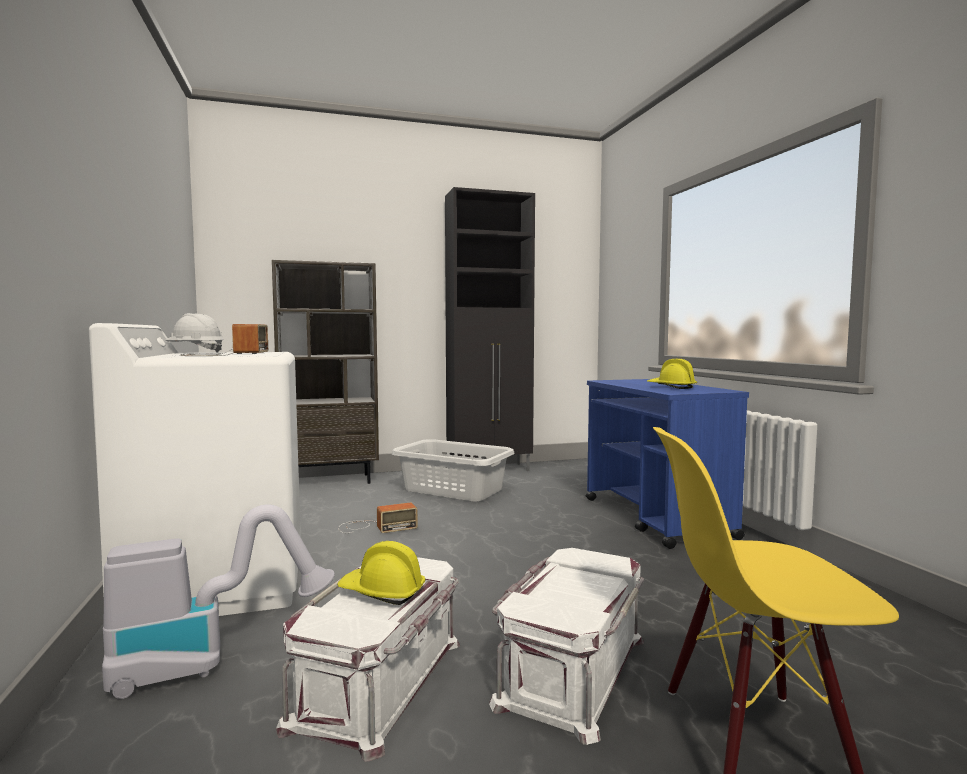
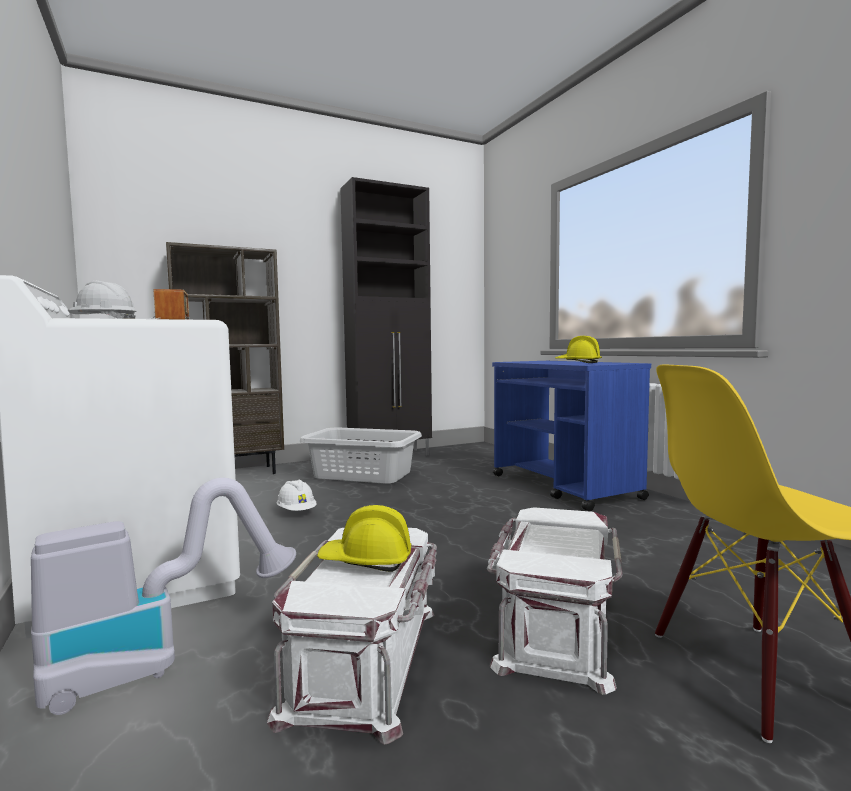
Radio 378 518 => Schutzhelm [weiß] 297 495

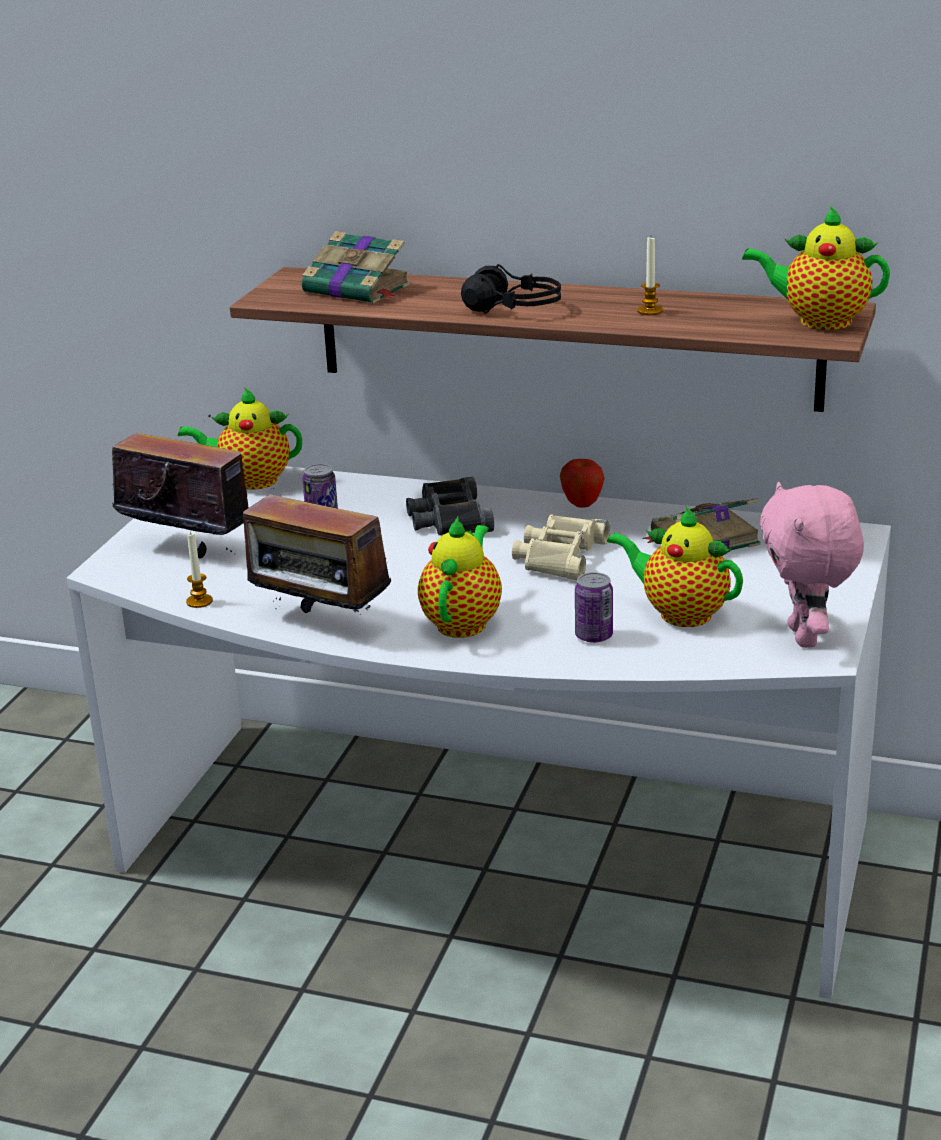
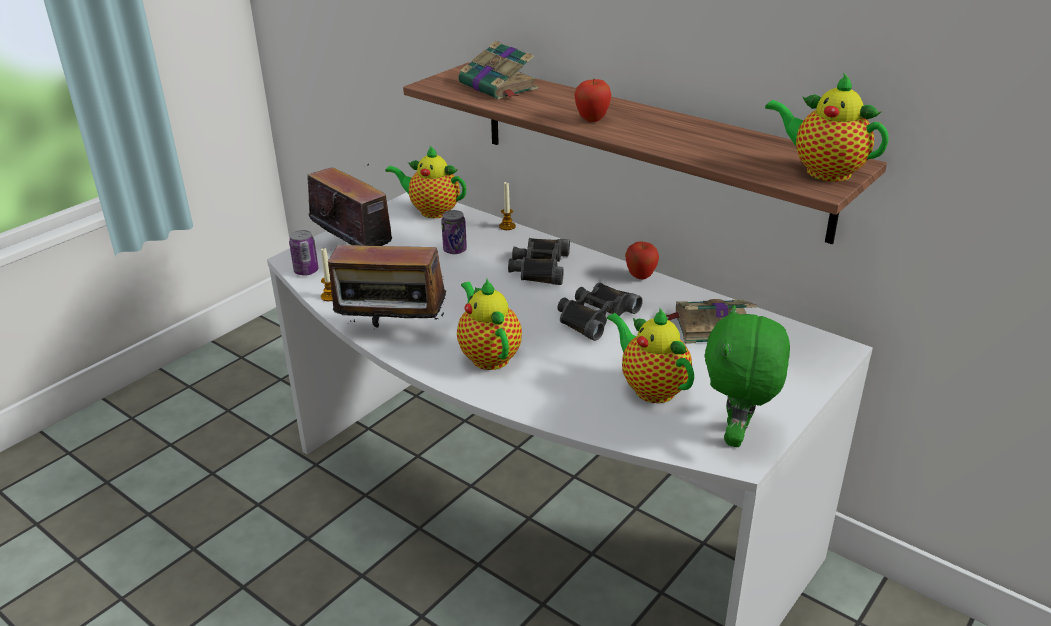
Radio 317 543 => Radio 387 282, 45 degrees counterclockwise
Teekanne 460 577 => Teekanne 489 324, 60 degrees counterclockwise
Kopfhörer [schwarz] 511 289 => Apfel 592 100
Fernglas [beige] 561 547 => Fernglas [schwarz] 600 311
Dose 594 607 => Dose 304 253, shifted
Kerze 650 276 => Kerze 507 206, shifted
Plüschtier [rosa] 812 565 => Plüschtier [grün] 747 376

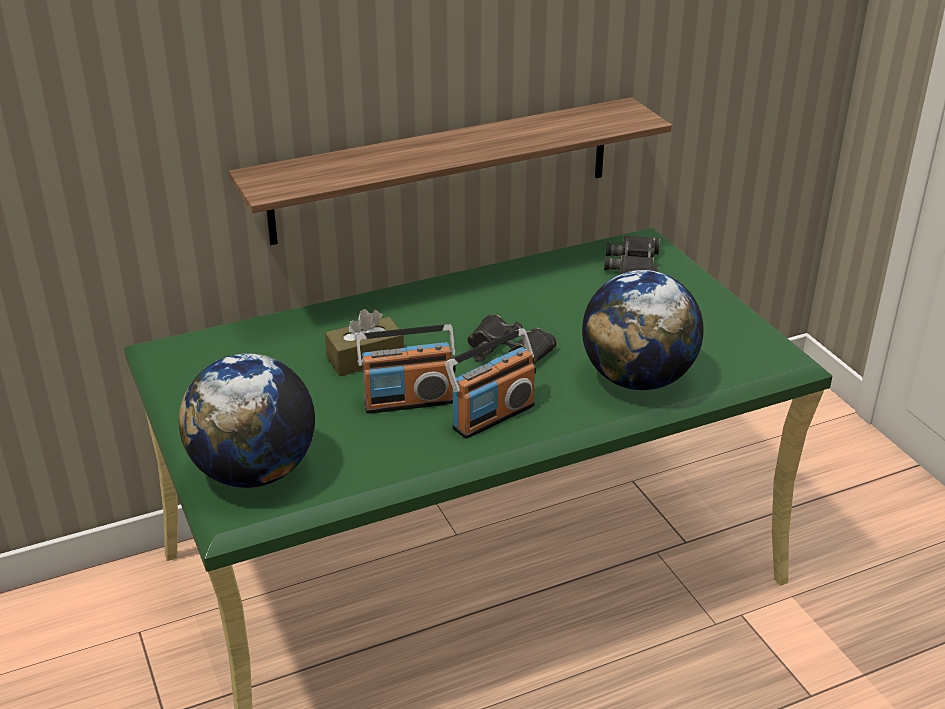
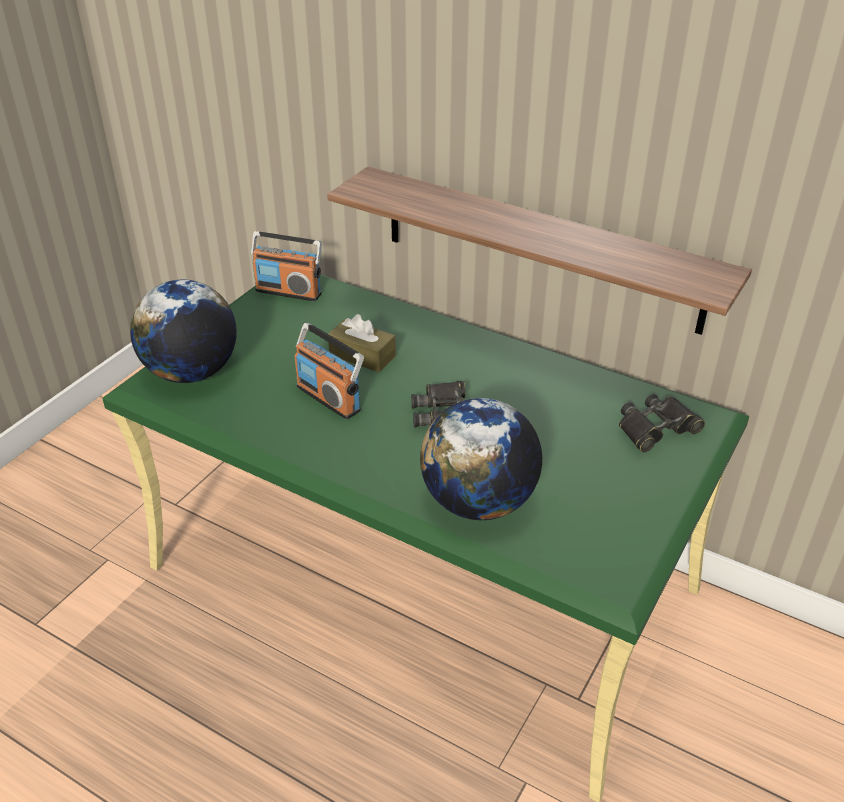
Radio 490 383 => Radio 286 266, shifted

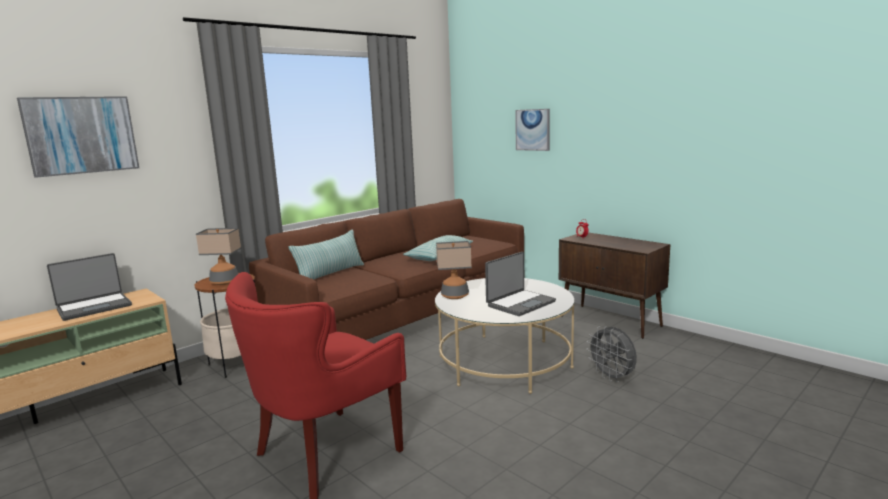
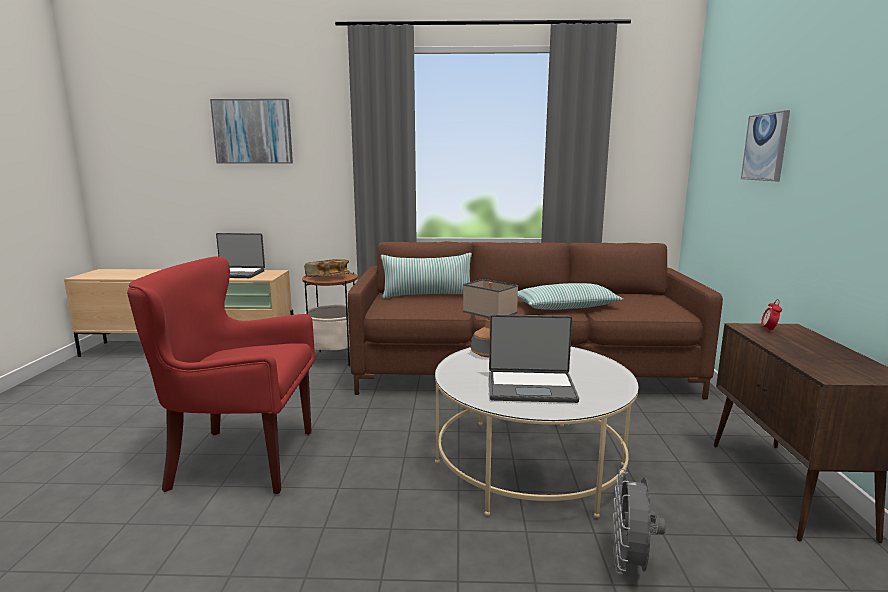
Tischlampe 218 256 => Buch 327 268

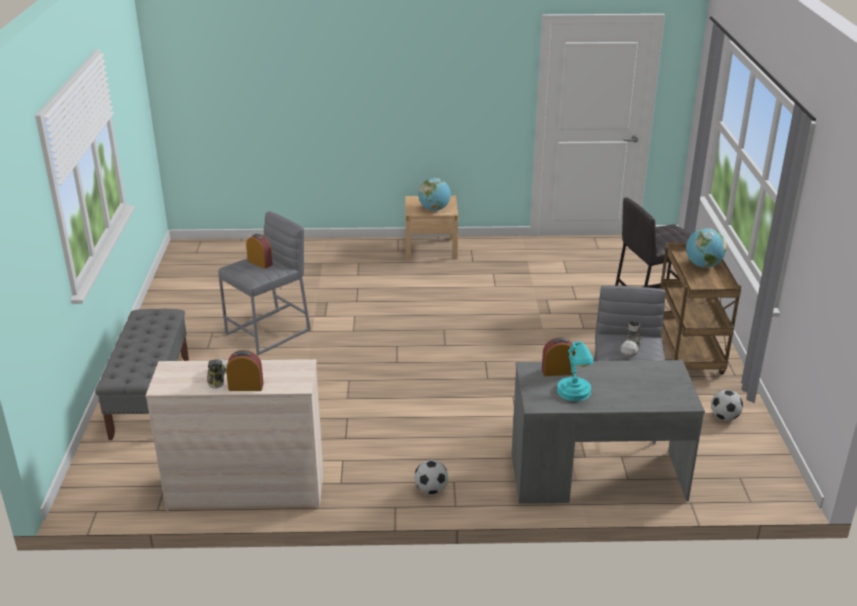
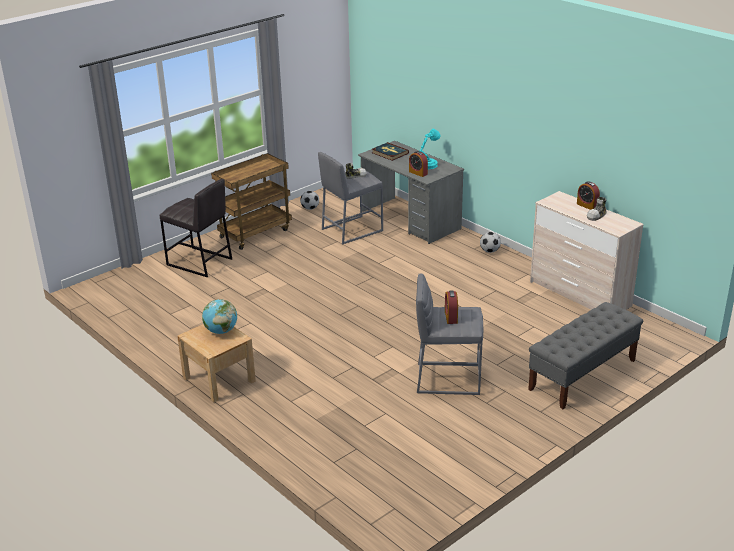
Globus 706 248 => nothing
nothing => Buch 390 151

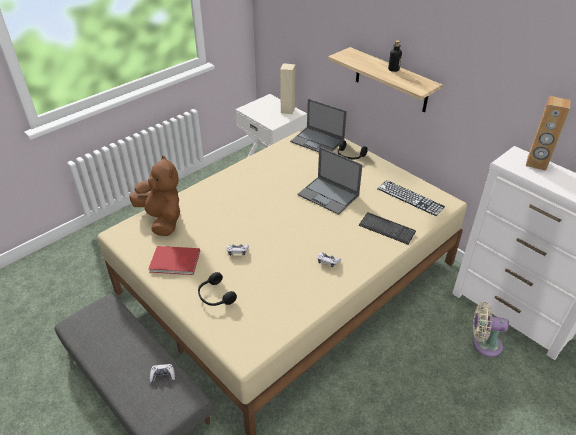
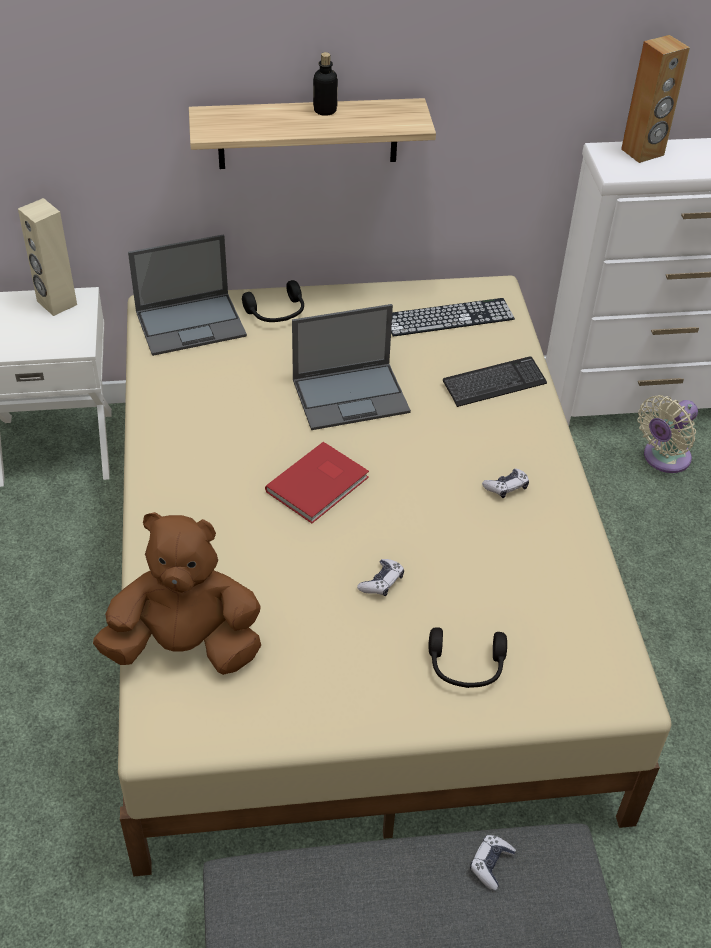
Buch [rot] 174 260 => Buch [rot] 317 482, shifted

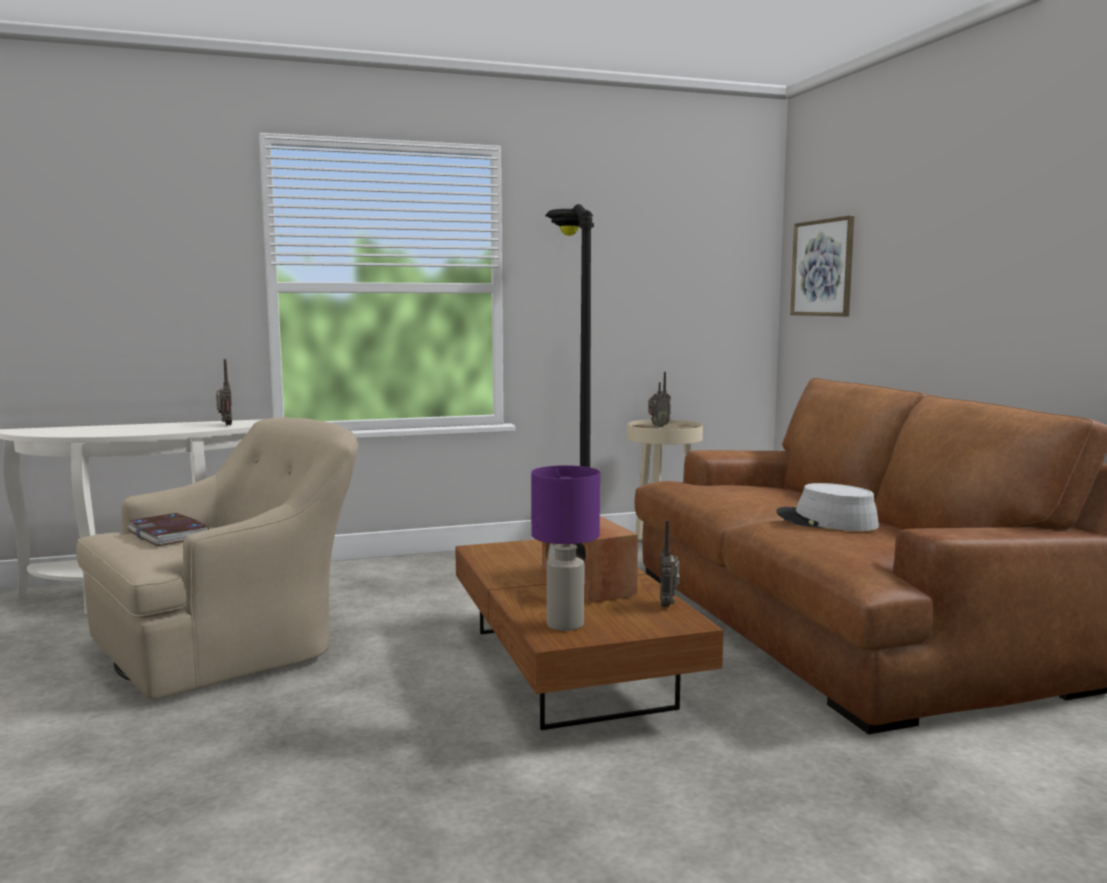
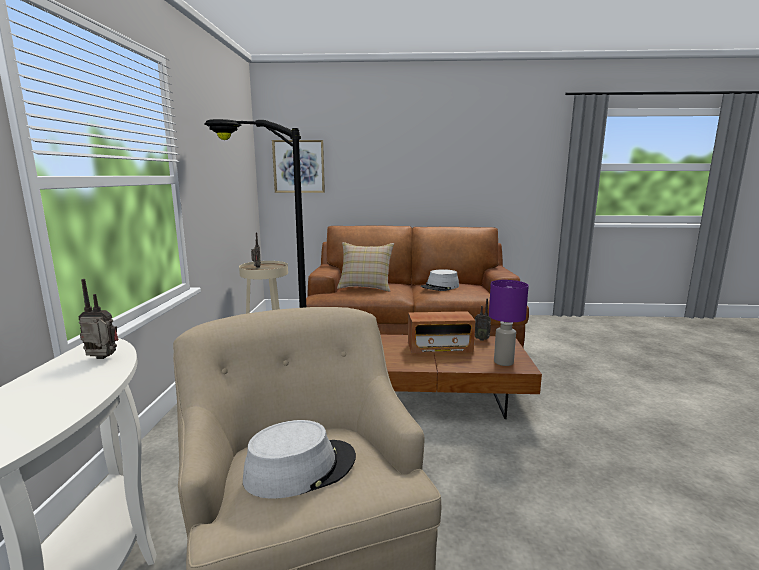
Buch 168 529 => Hut [grau] 299 459
nothing => Kissen [beige] 365 267

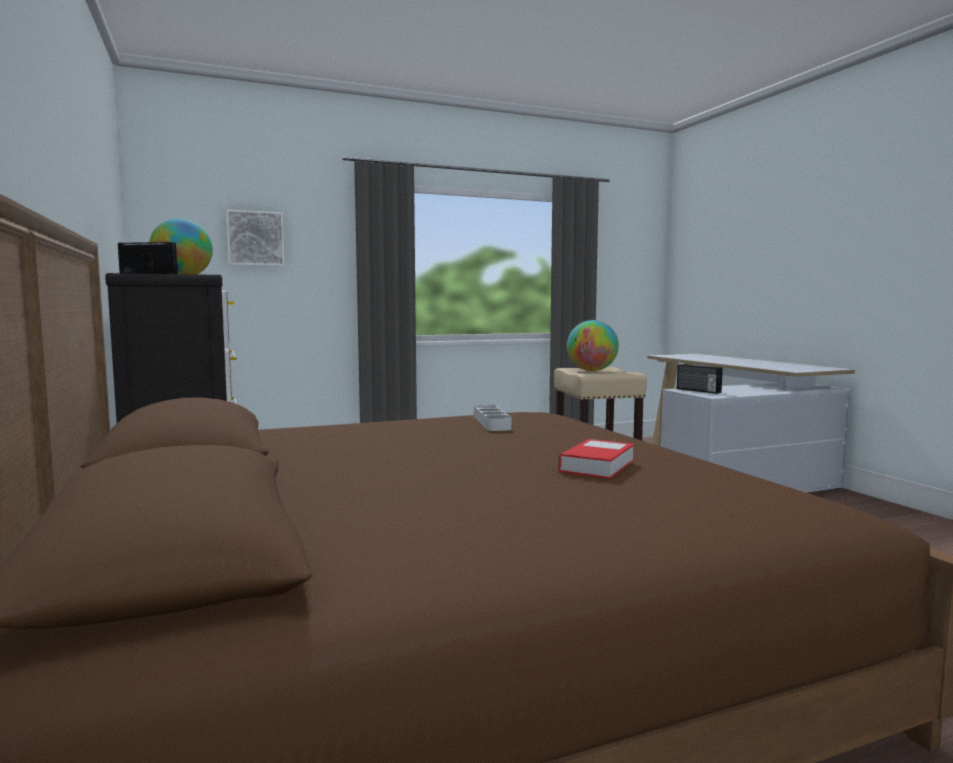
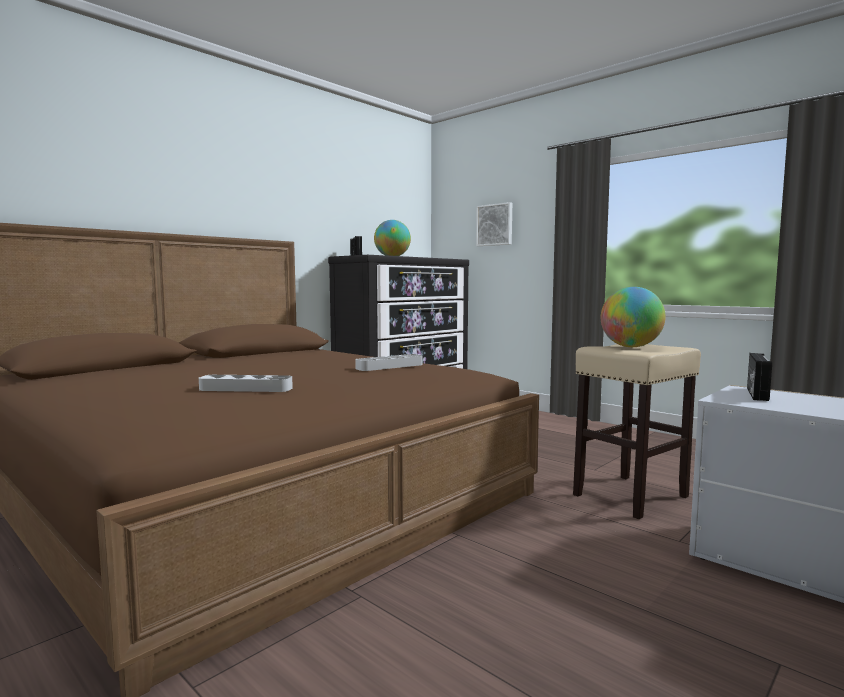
Buch 597 459 => Tablett [grau] 246 383

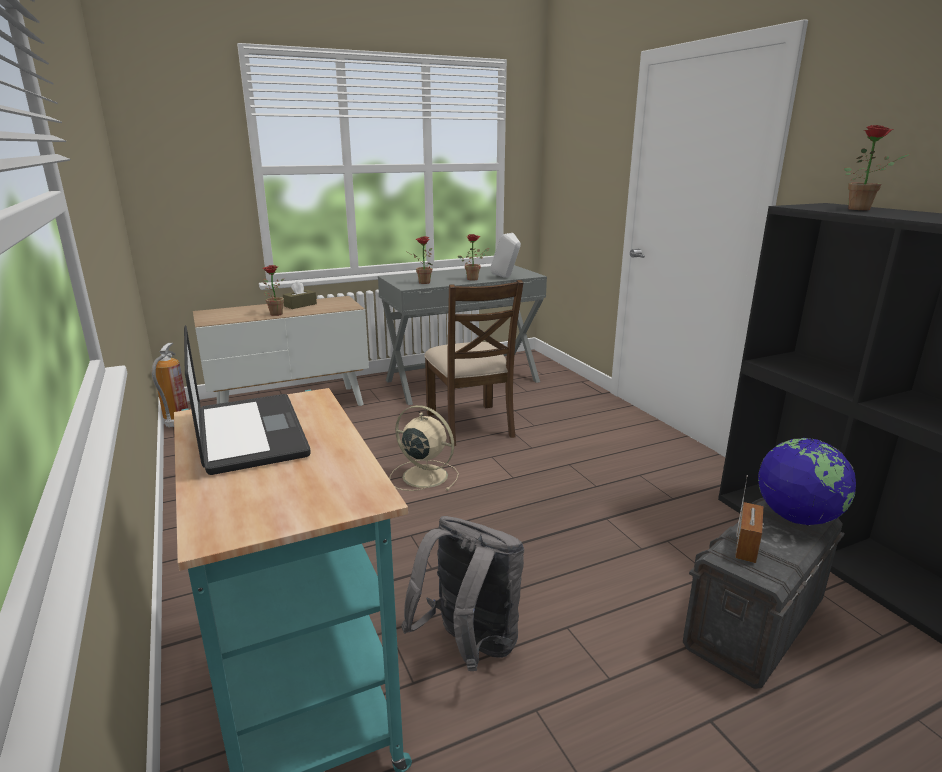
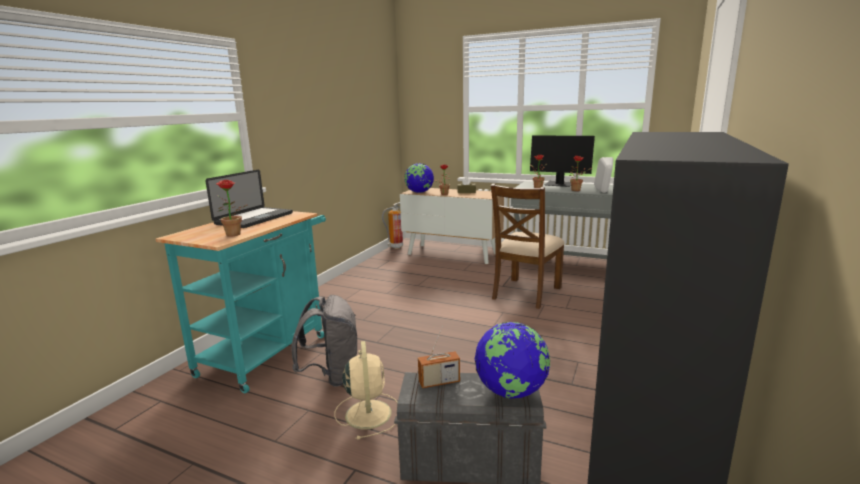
Ventilator [beige] 424 448 => Ventilator [beige] 366 390, shifted
Topfpflanze 877 167 => Topfpflanze 231 208, shifted
nothing => Globus 419 178
nothing => Monitor 562 161

